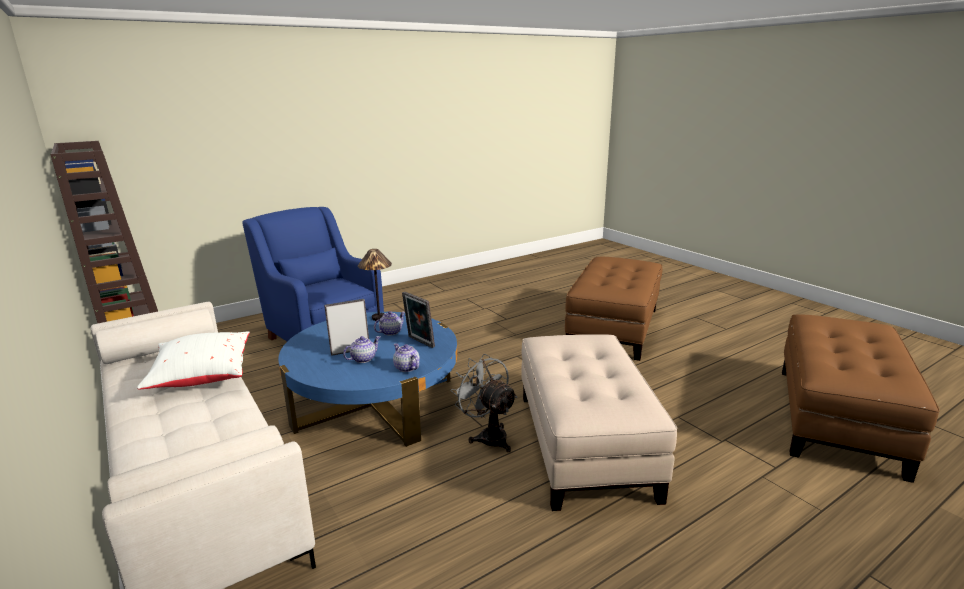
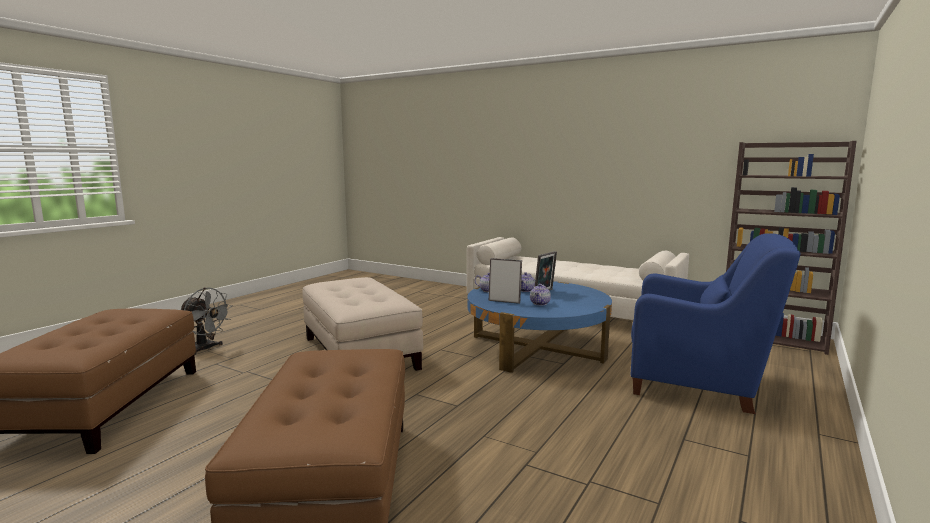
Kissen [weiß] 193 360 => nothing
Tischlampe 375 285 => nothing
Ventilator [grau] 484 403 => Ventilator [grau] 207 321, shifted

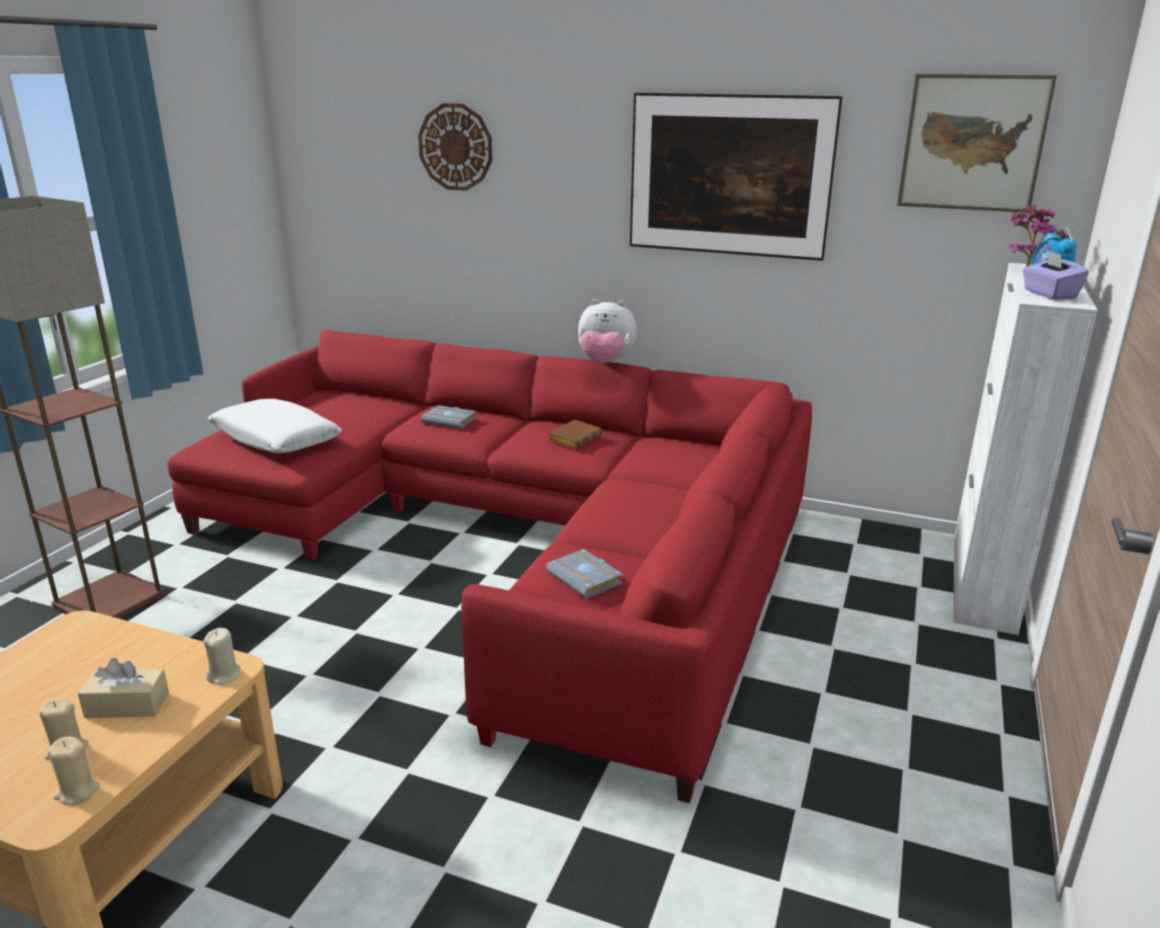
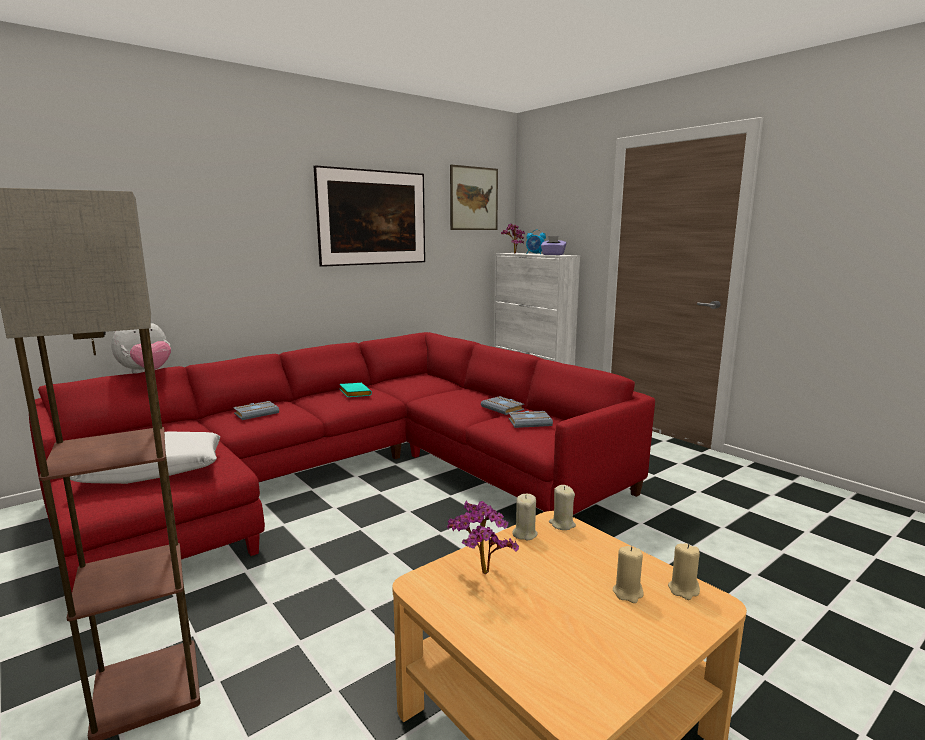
Taschentuchbox [beige] 123 688 => nothing
Wanduhr 455 147 => nothing
Buch [braun] 575 434 => Buch [türkis] 356 390
Plüschtier 607 331 => Plüschtier 141 346, shifted
nothing => Topfpflanze 483 537
nothing => Buch [grau] 502 405
nothing => Kerze [beige] 525 517

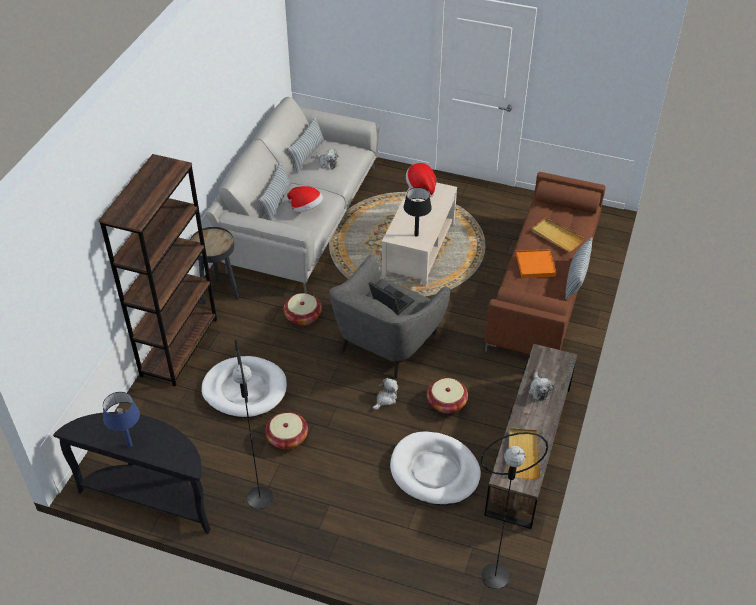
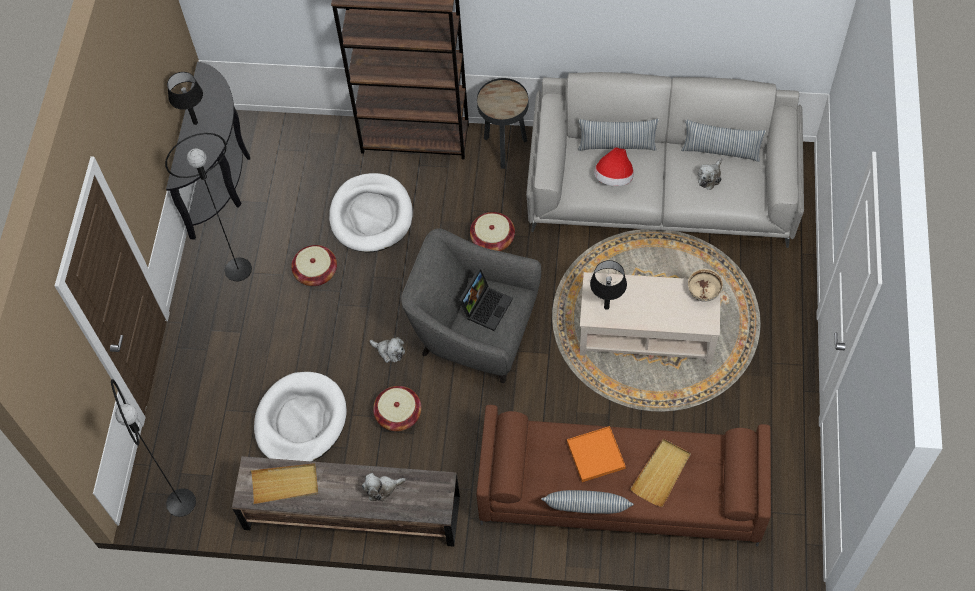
Tischlampe [blau] 121 419 => Tischlampe [schwarz] 185 98
Hut 421 180 => Schüssel [beige] 705 285

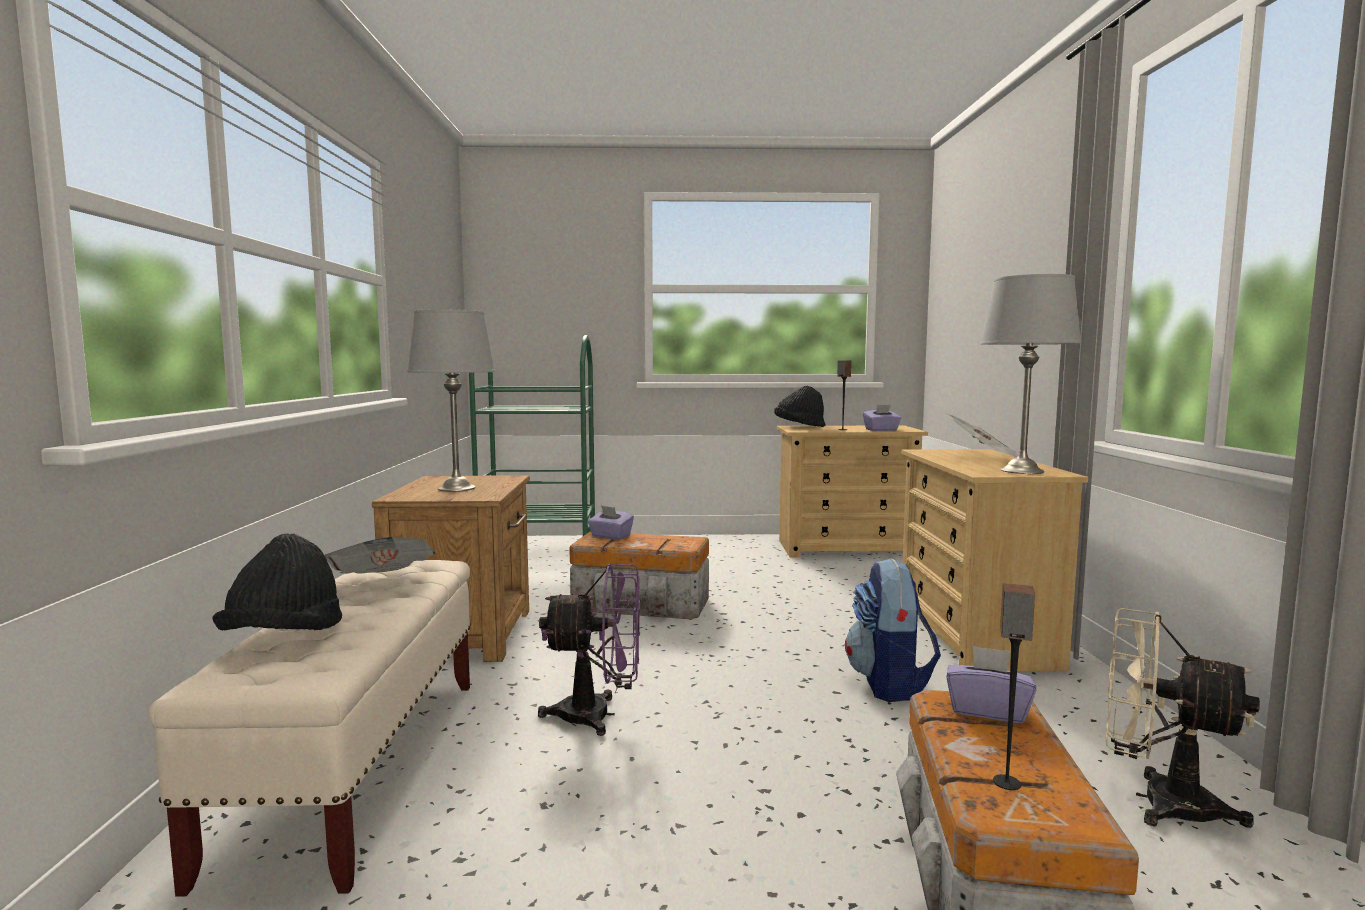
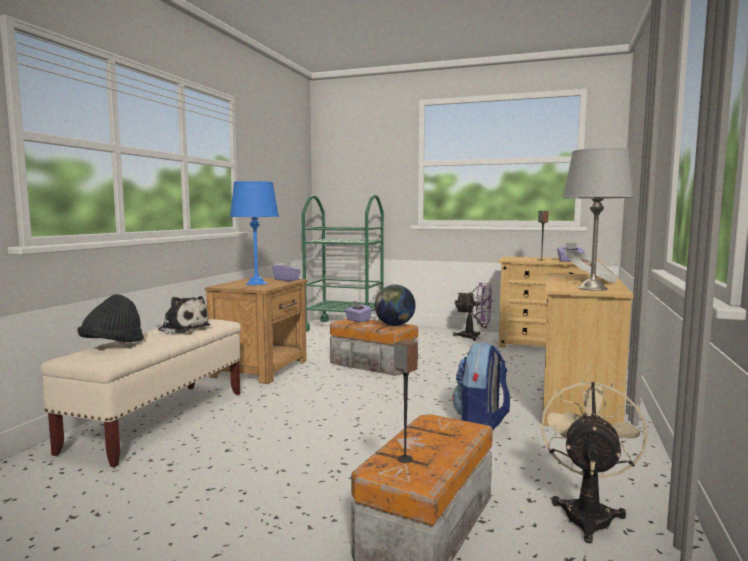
Zeitung 380 555 => Plüschtier 183 315
Tischlampe [grau] 451 400 => Tischlampe [blau] 254 233
Ventilator [lila] 589 650 => Ventilator [lila] 472 312, shifted
Hut [schwarz] 799 406 => nothing
Taschentuchbox [lila] 991 684 => Taschentuchbox [lila] 286 270, shifted
Ventilator [beige] 1183 718 => Ventilator [beige] 594 460, 60 degrees clockwise
nothing => Globus 395 305

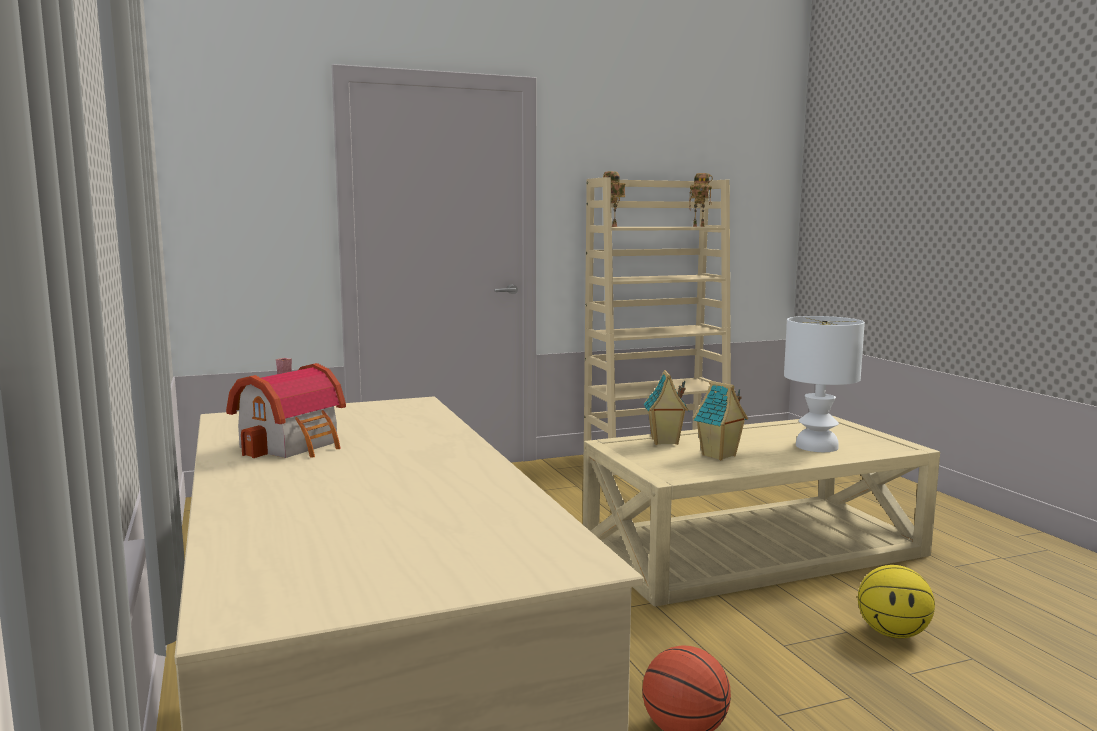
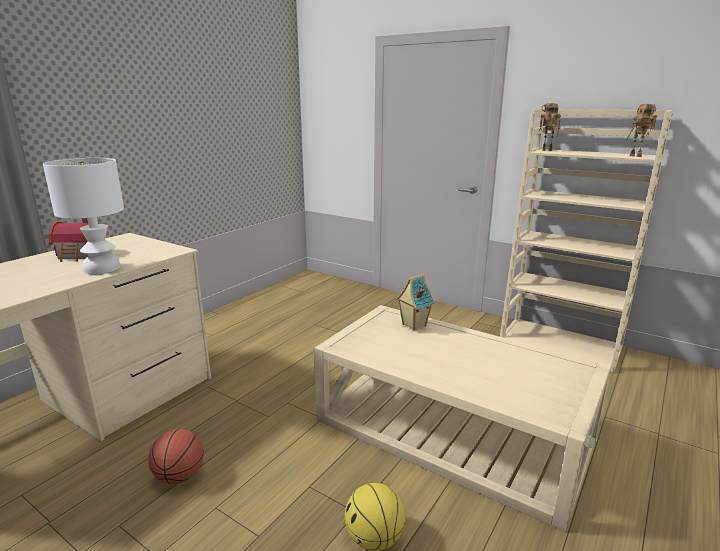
Spielzeughaus 720 420 => nothing
Tischlampe [weiß] 824 384 => Tischlampe [weiß] 83 216, shifted

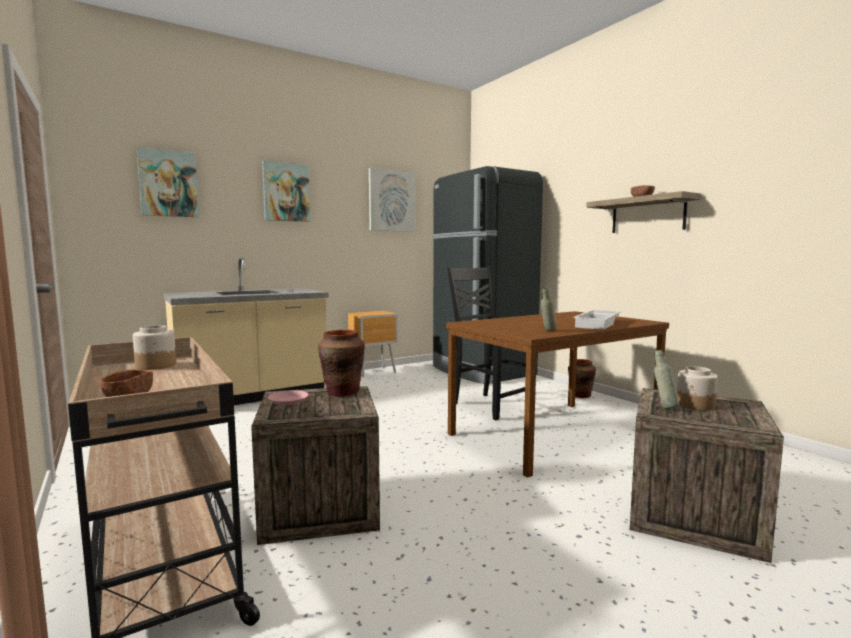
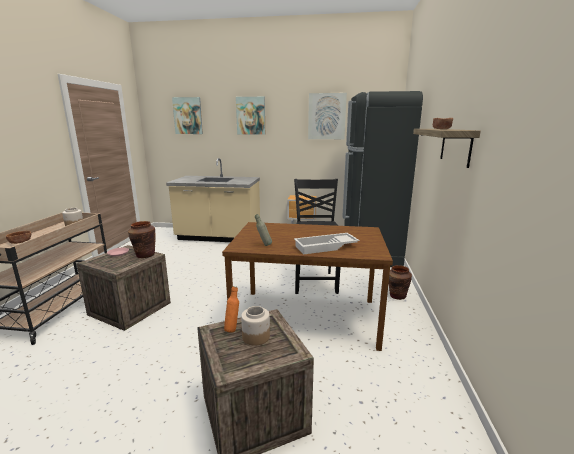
Flasche [grau] 666 379 => Flasche [orange] 231 309

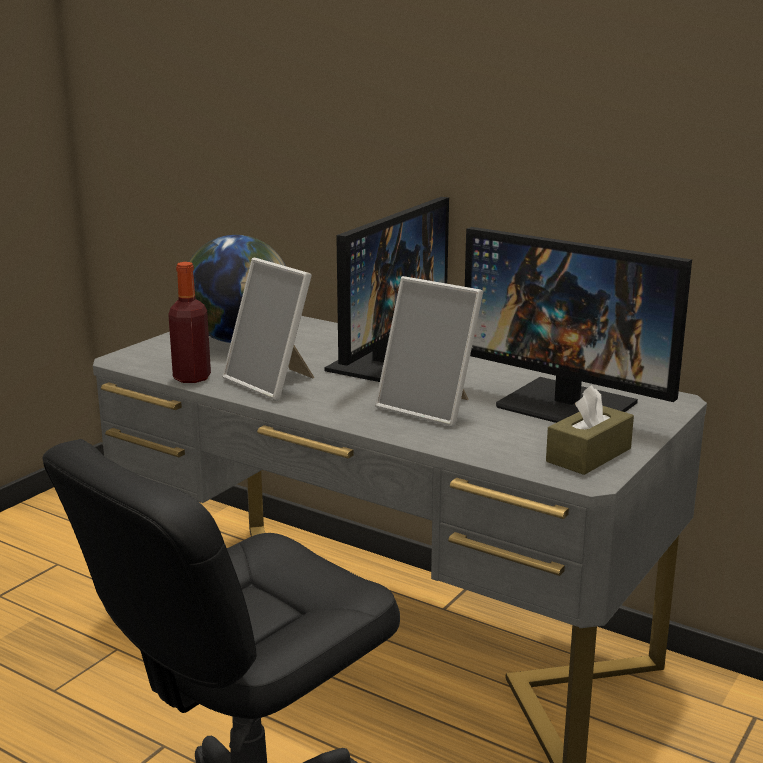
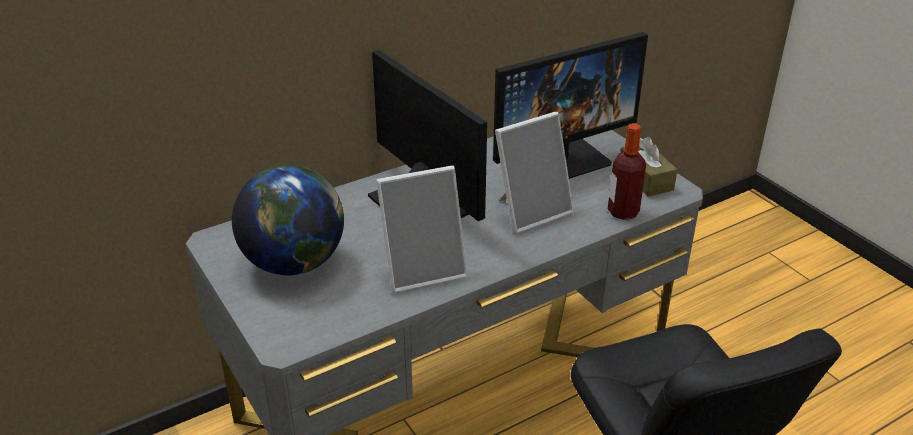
Flasche 189 322 => Flasche 627 171, shifted

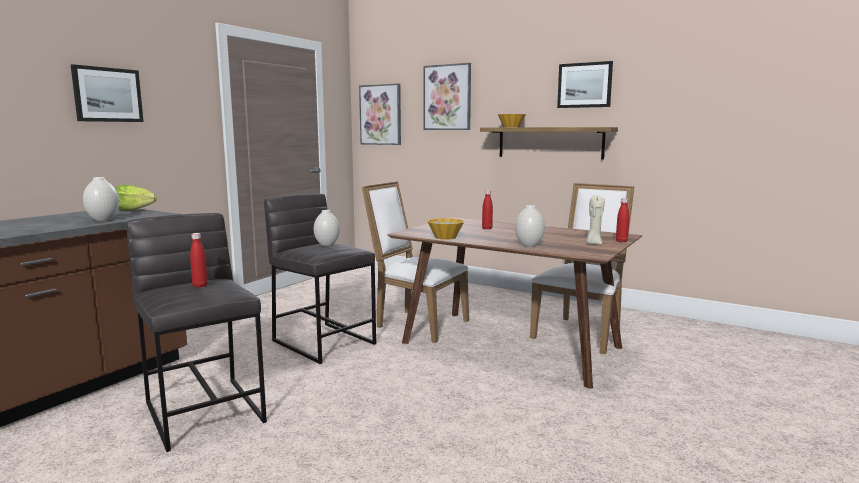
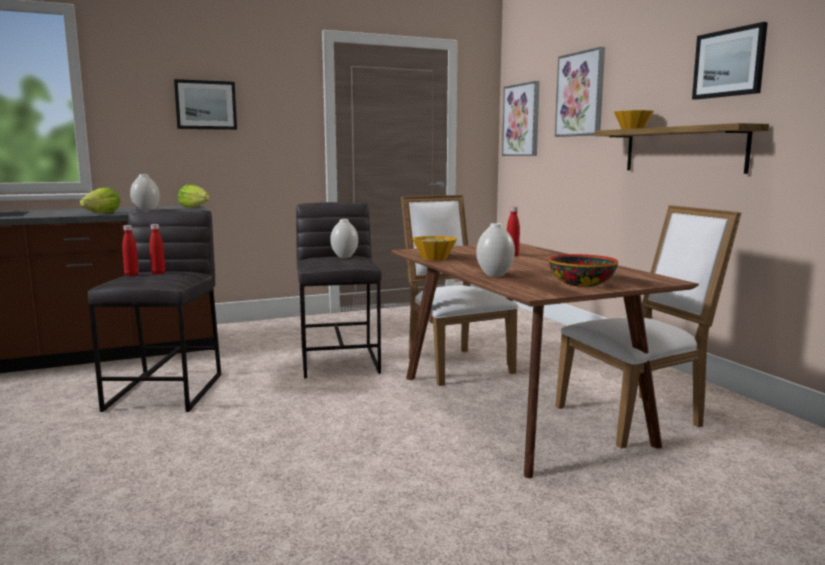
Kerze [beige] 595 220 => Schüssel 583 270
Flasche [rot] 622 220 => Flasche [rot] 130 250, shifted
nothing => Salatkopf 100 200

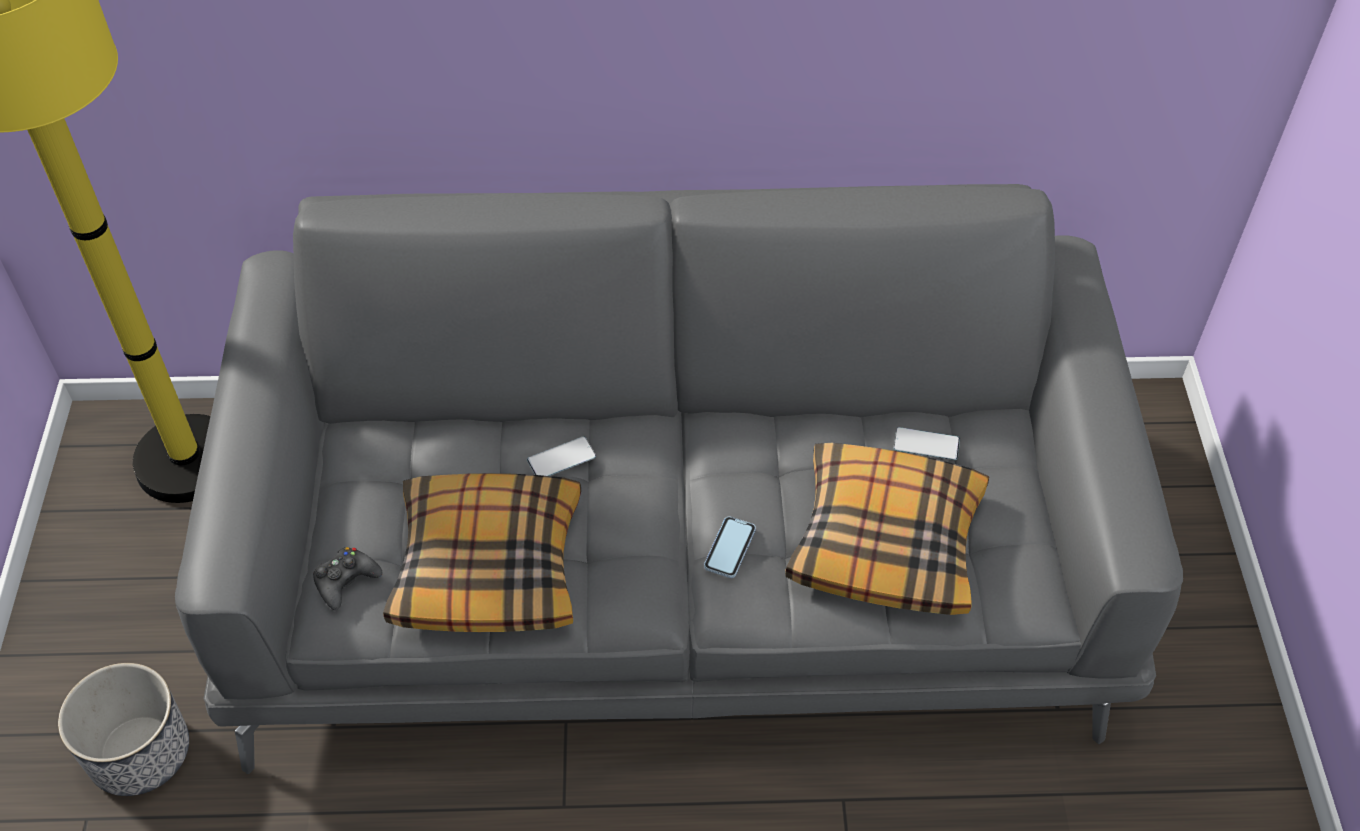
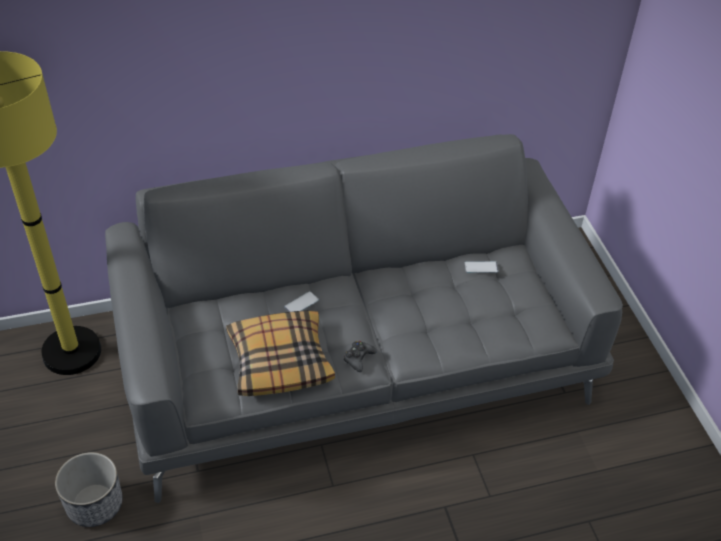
Gamepad [schwarz] 348 578 => Gamepad [schwarz] 360 356, shifted
Handy 730 547 => nothing
Kissen 887 529 => nothing

